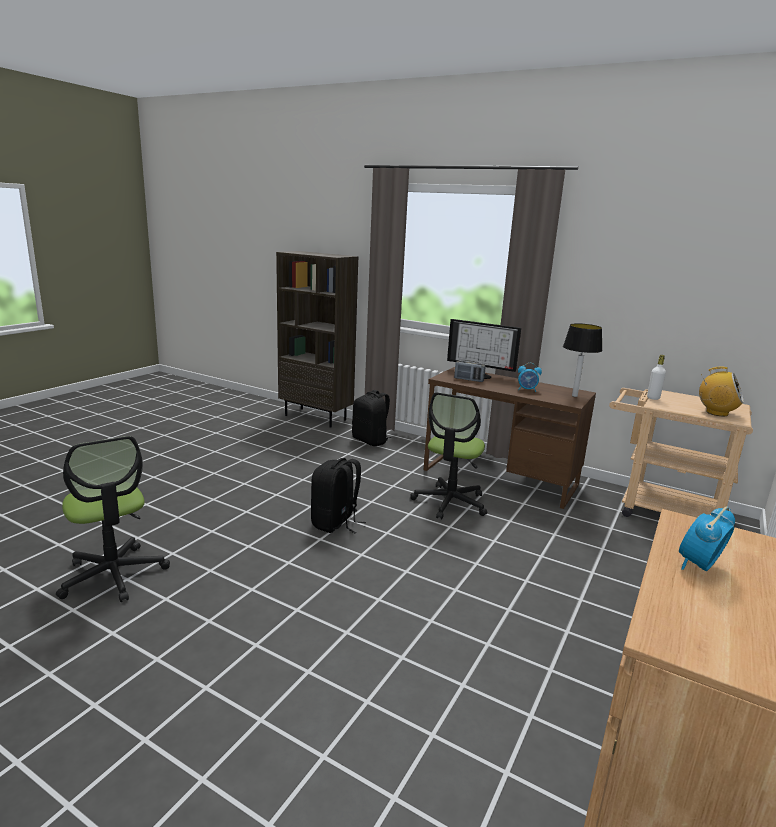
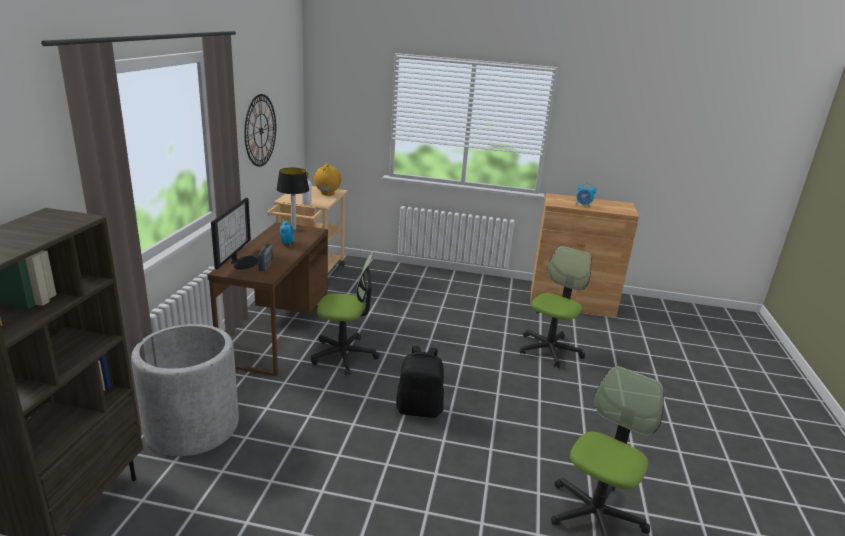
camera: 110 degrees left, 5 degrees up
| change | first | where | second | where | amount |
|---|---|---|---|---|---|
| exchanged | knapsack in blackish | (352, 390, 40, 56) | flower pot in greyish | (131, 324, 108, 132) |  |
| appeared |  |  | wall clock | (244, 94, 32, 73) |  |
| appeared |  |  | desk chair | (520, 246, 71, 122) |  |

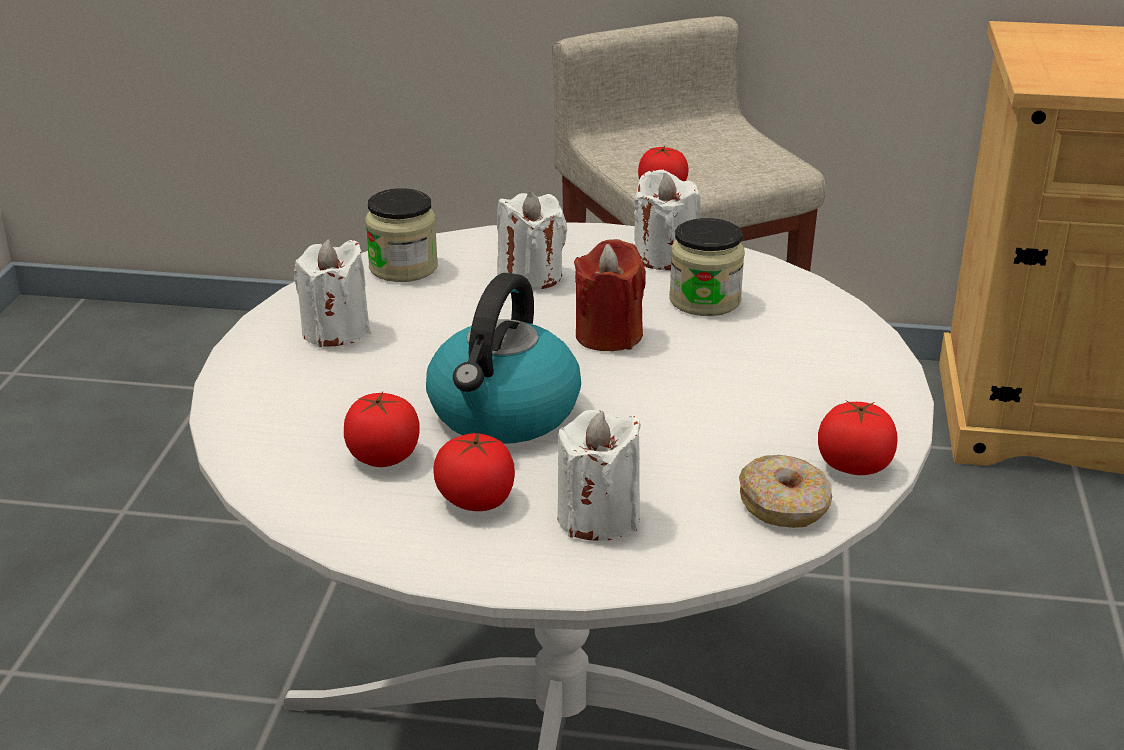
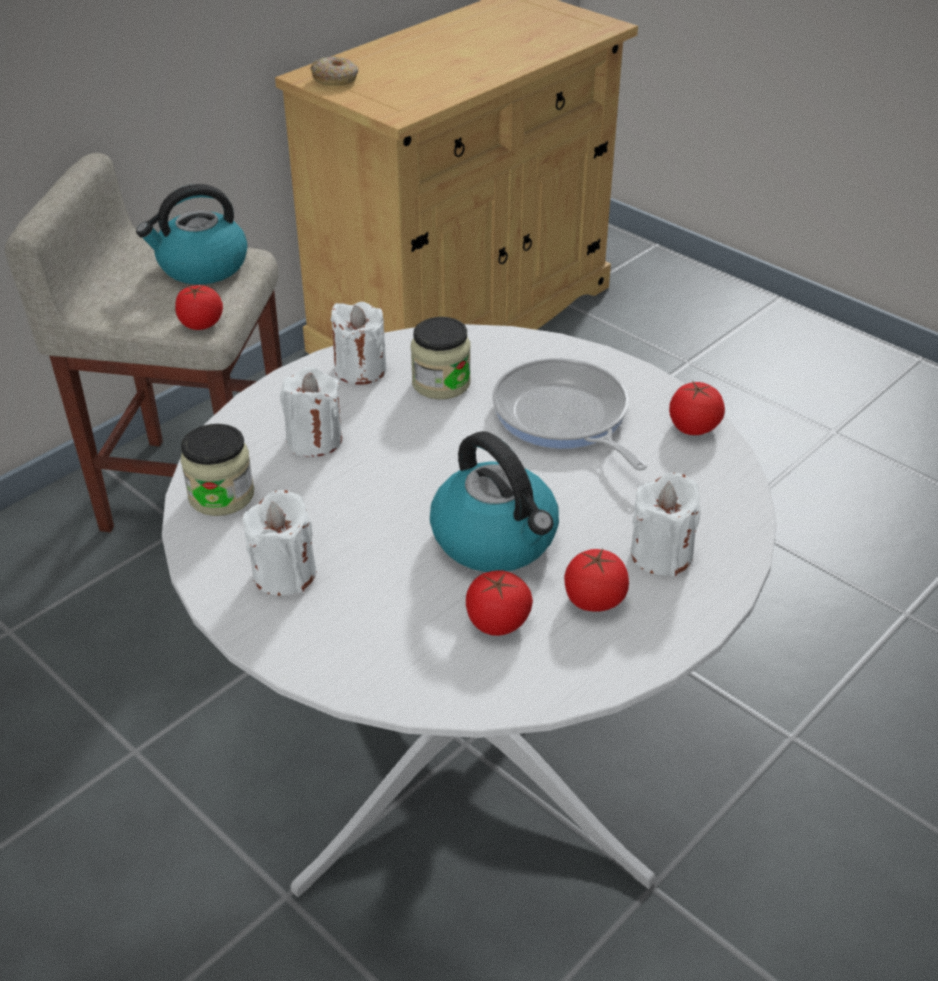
camera: 55 degrees left, 10 degrees up
| change | first | where | second | where | amount |
|---|---|---|---|---|---|
| missing | wax light in red | (574, 239, 72, 112) |  |  |  |
| relocated | ring doughnut | (739, 455, 93, 73) |  | (310, 57, 49, 29) |  |
| appeared |  |  | kettle | (136, 184, 112, 101) |  |
| appeared |  |  | frying pan | (492, 358, 155, 113) |  |

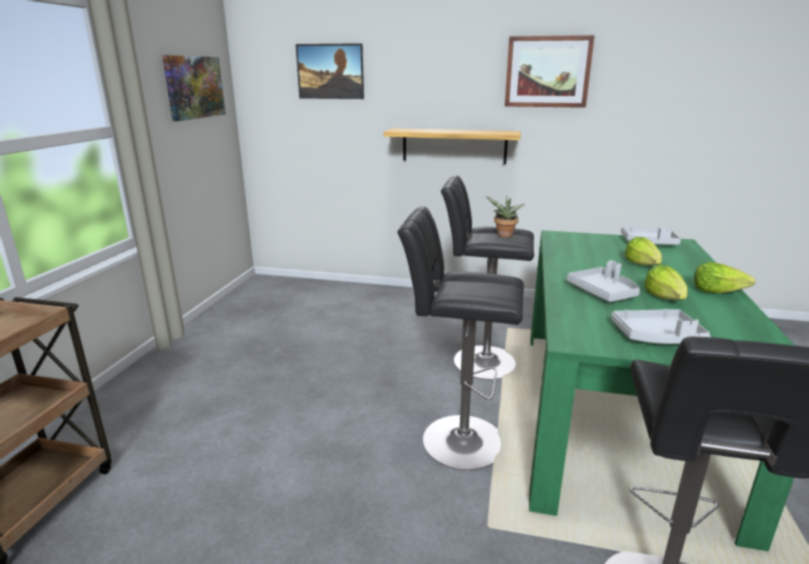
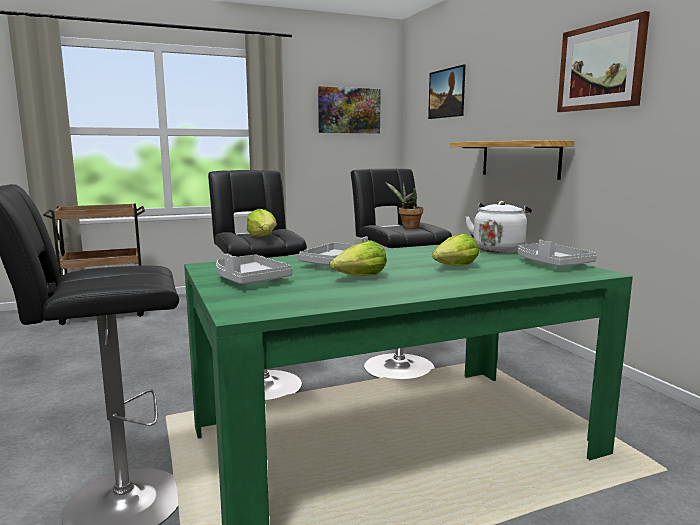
camera: 55 degrees right, 10 degrees down
| change | first | where | second | where | amount |
|---|---|---|---|---|---|
| relocated | lettuce head | (694, 262, 61, 31) |  | (247, 209, 30, 28) |  |
| appeared |  |  | kettle in whitish | (465, 201, 67, 52) |  |

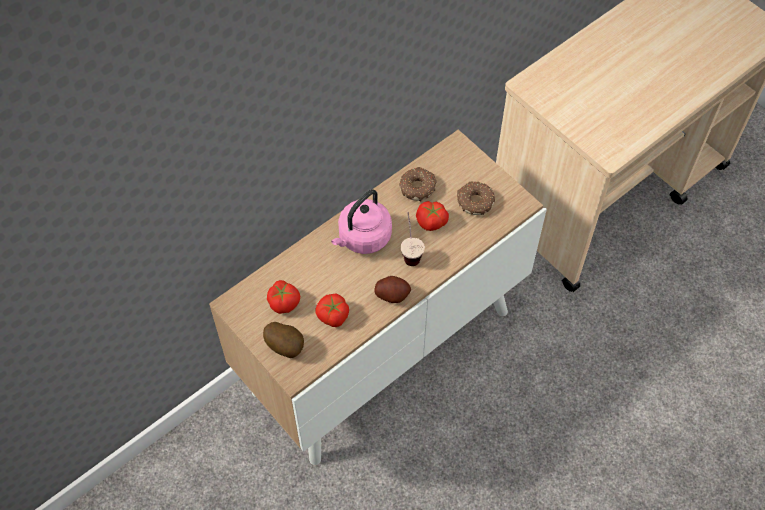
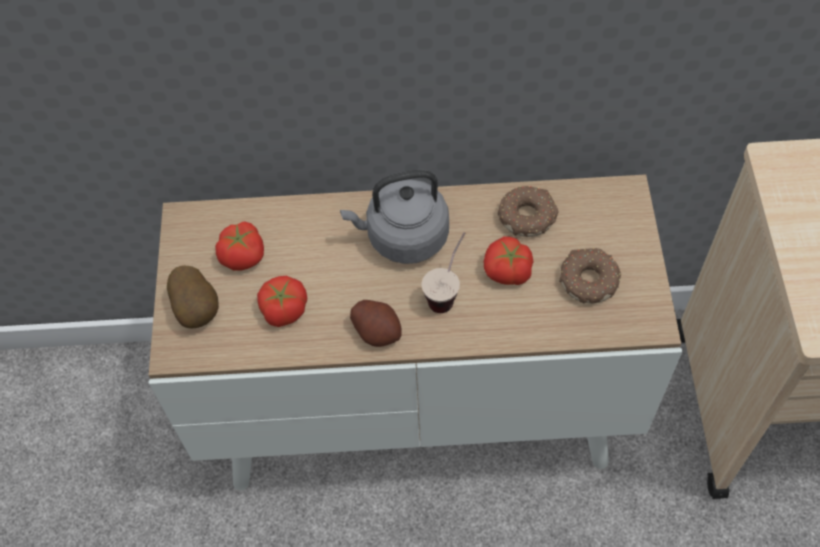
camera: 40 degrees right, 0 degrees up
| change | first | where | second | where | amount |
|---|---|---|---|---|---|
| colour | kettle in pink-coloured | (331, 189, 61, 65) | kettle in greyish | (340, 170, 109, 94) |  |

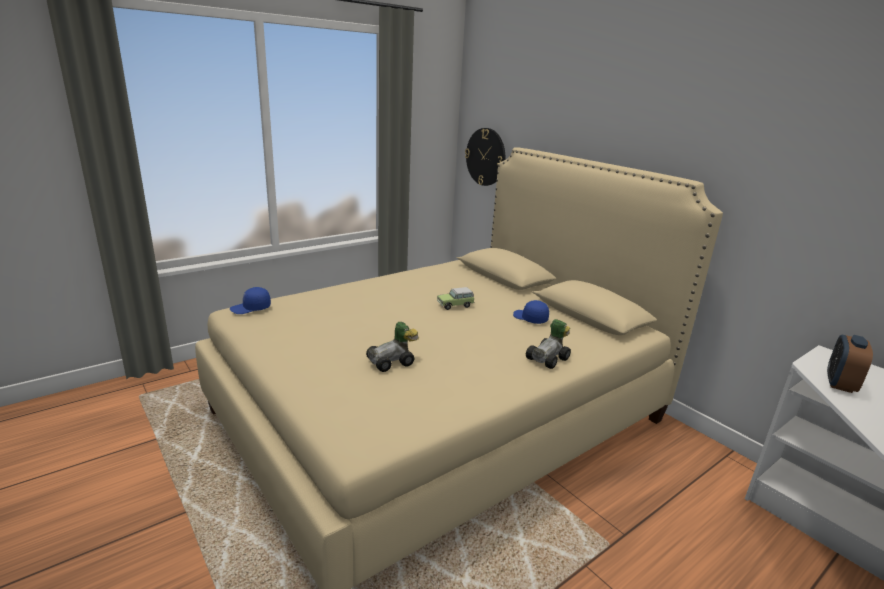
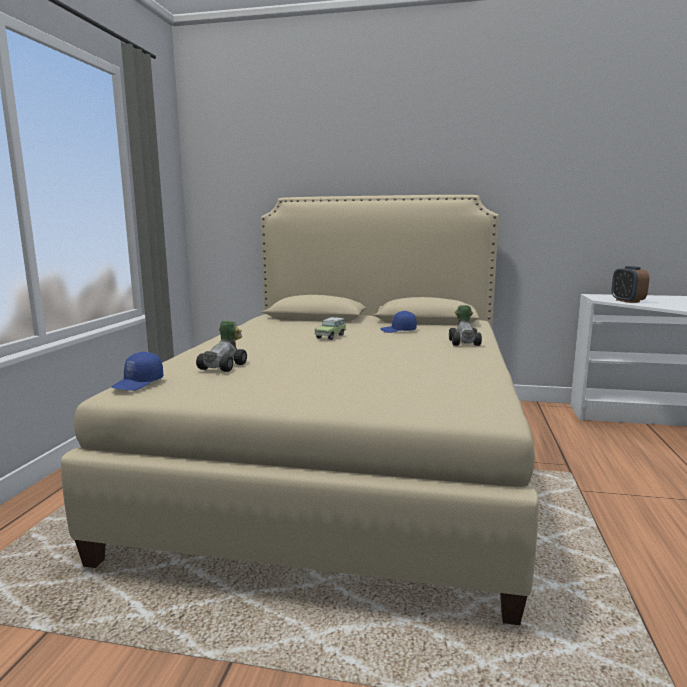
camera: 40 degrees left, 10 degrees down
| change | first | where | second | where | amount |
|---|---|---|---|---|---|
| missing | wall clock | (465, 128, 40, 58) |  |  |  |
| relocated | miniature car | (366, 322, 53, 50) |  | (196, 321, 51, 51) |  |

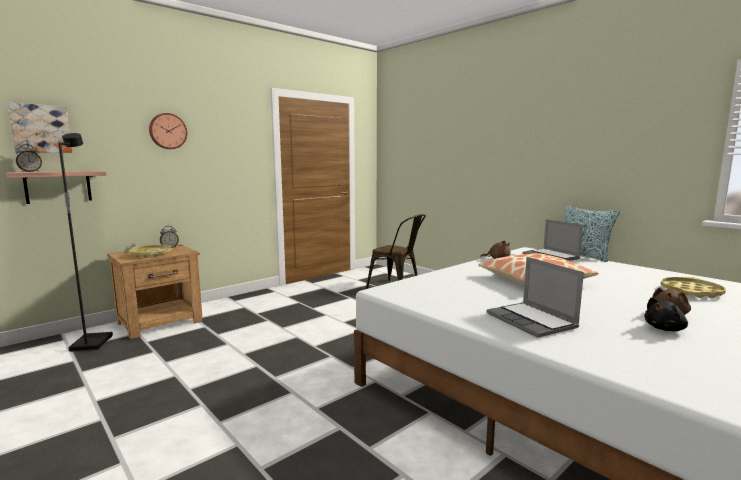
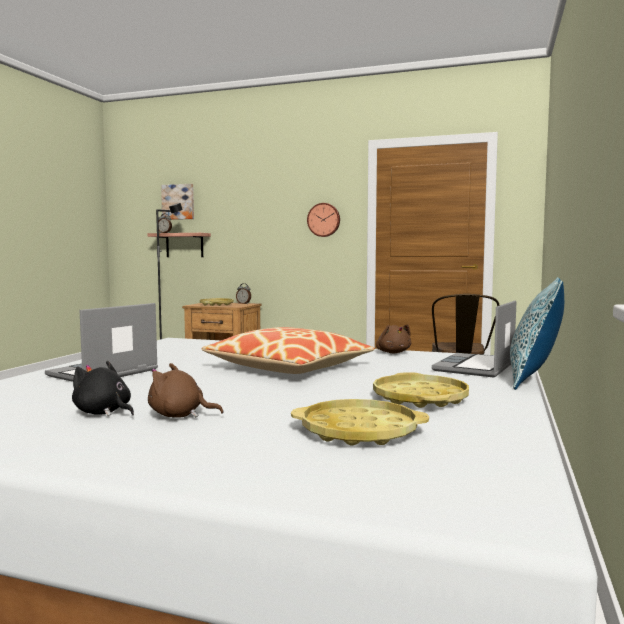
camera: 60 degrees right, 5 degrees down
| change | first | where | second | where | amount |
|---|---|---|---|---|---|
| relocated | wall clock | (149, 113, 38, 36) |  | (307, 203, 33, 34) |  |
| appeared |  |  | serving tray in yellow-coloured | (373, 372, 96, 36) |  |

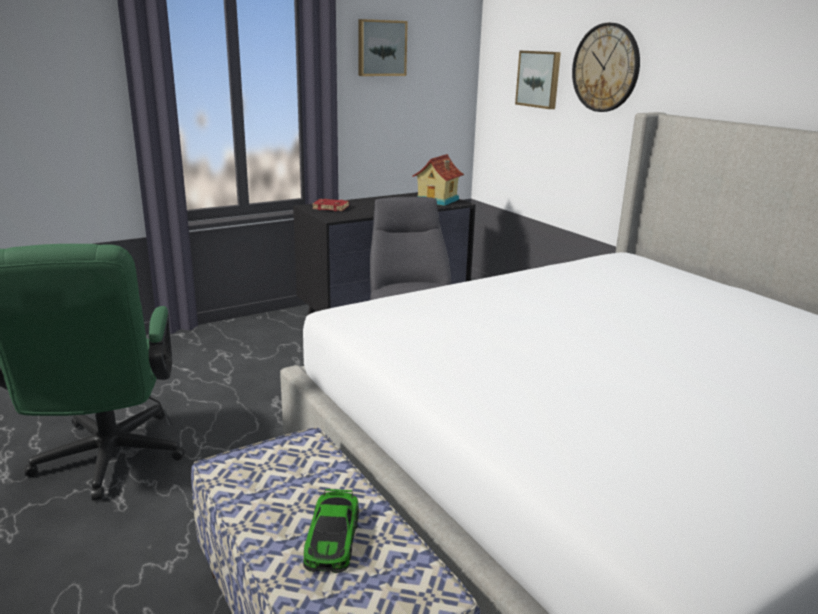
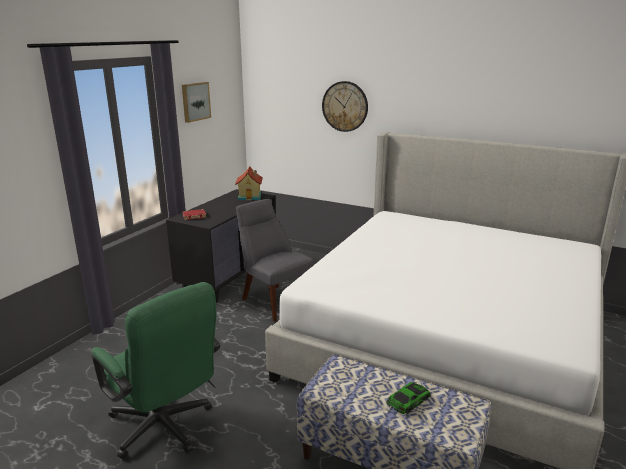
camera: 30 degrees left, 0 degrees up
| change | first | where | second | where | amount |
|---|---|---|---|---|---|
| missing | wall art | (515, 51, 46, 58) |  |  |  |
| spun | miniature car | (303, 489, 56, 84) |  | (386, 382, 45, 32) | 105 degrees counterclockwise |

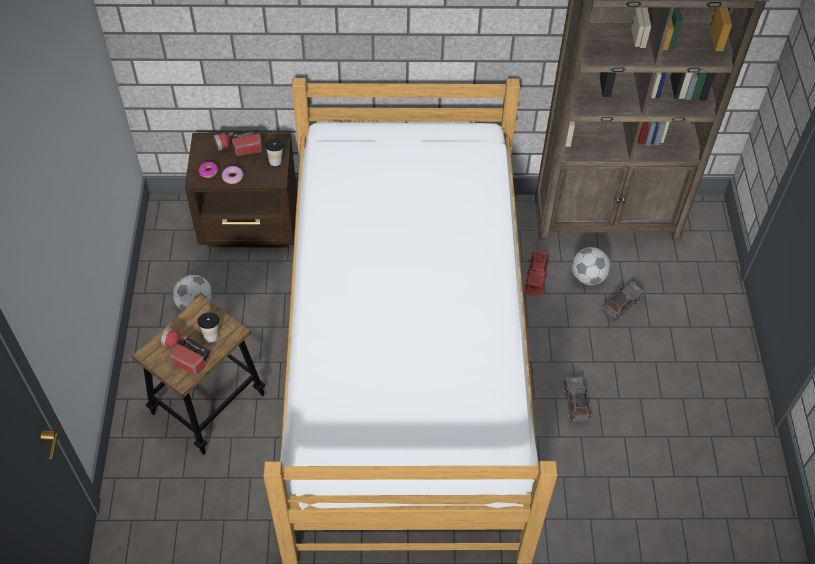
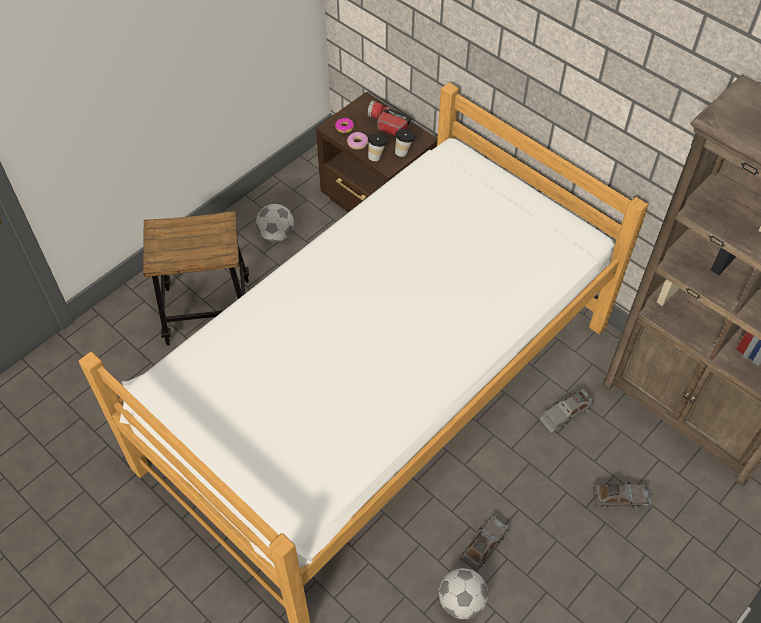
camera: 45 degrees right, 0 degrees up
| change | first | where | second | where | amount |
|---|---|---|---|---|---|
| relocated | football ball | (572, 247, 39, 38) |  | (439, 568, 49, 51) |  |
| colour | miniature car in red | (524, 250, 25, 46) | miniature car in greyish | (539, 389, 55, 44) |  |
| relocated | drinking cup | (197, 313, 23, 30) |  | (368, 133, 20, 28) |  |
| missing | torch | (161, 328, 51, 47) |  |  |  |

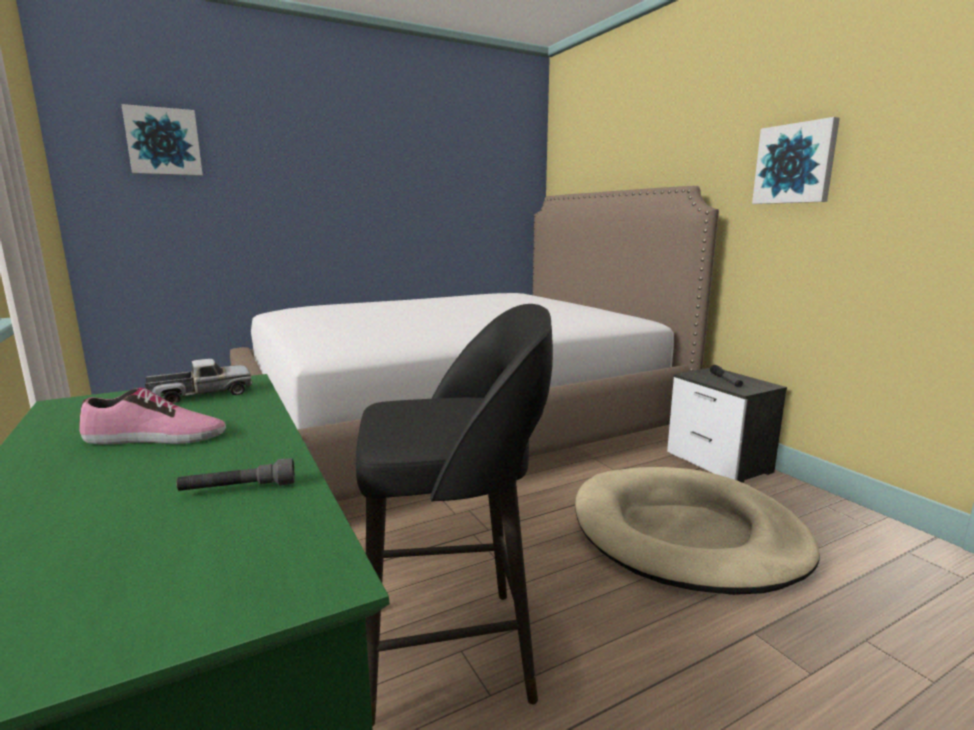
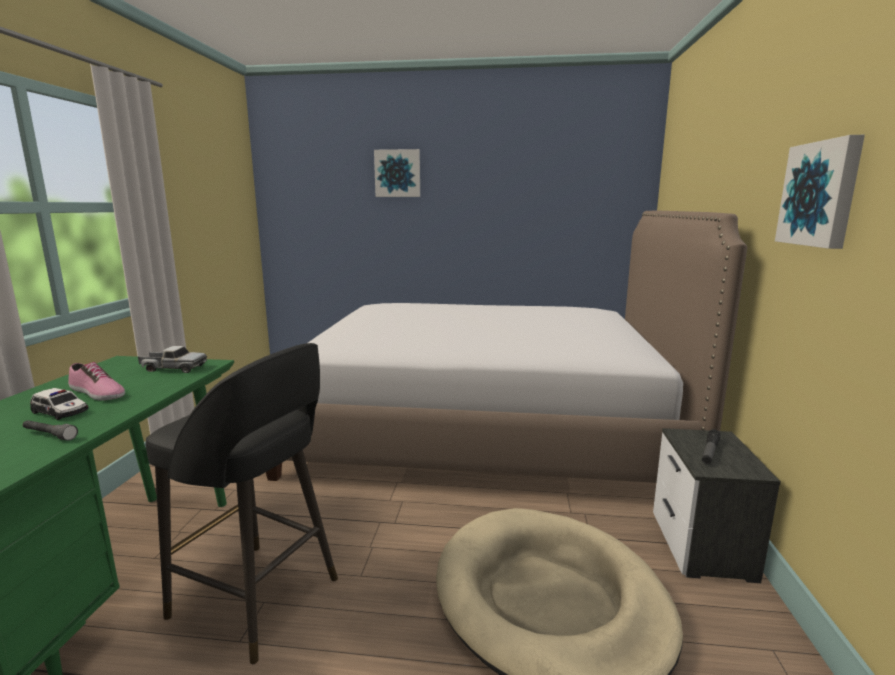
camera: 35 degrees right, 0 degrees up
| change | first | where | second | where | amount |
|---|---|---|---|---|---|
| relocated | wall art | (121, 104, 82, 72) |  | (374, 149, 46, 48) |  |
| appeared |  |  | miniature car | (30, 388, 58, 32) |  |

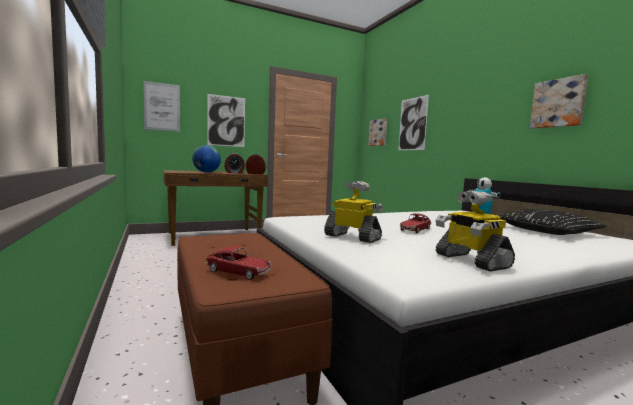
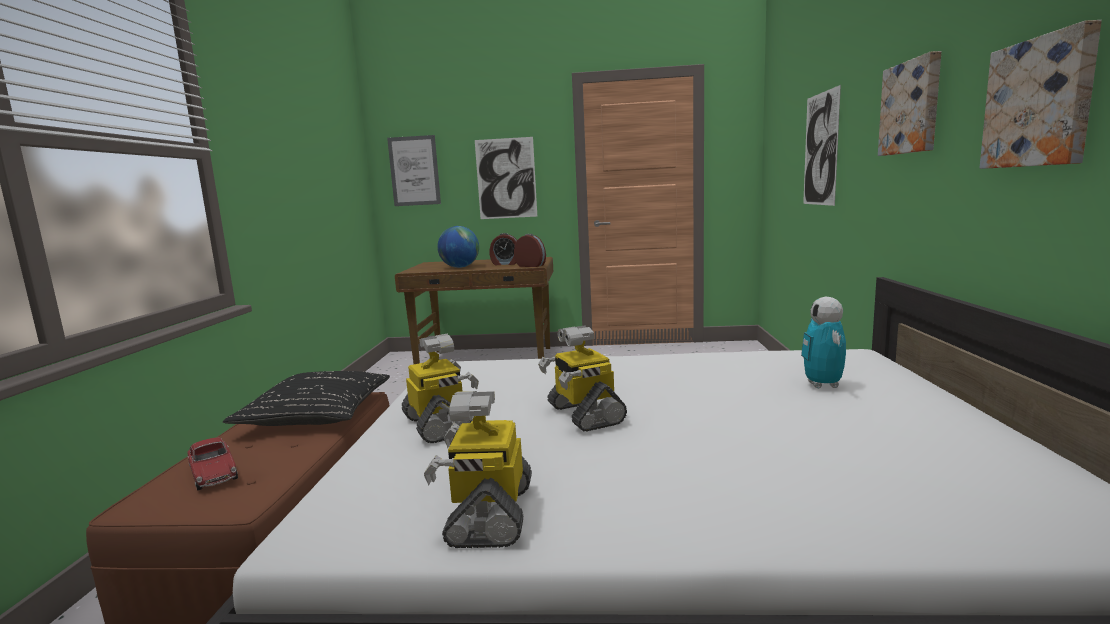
camera: 30 degrees right, 5 degrees up
| change | first | where | second | where | amount |
|---|---|---|---|---|---|
| relocated | wall art | (368, 118, 19, 28) |  | (878, 51, 63, 105) |  |
| relocated | pillow in blackish | (496, 209, 111, 26) |  | (223, 371, 167, 55) |  |
| exchanged | miniature car | (400, 213, 31, 20) | robot figure | (538, 325, 89, 107) |  |

